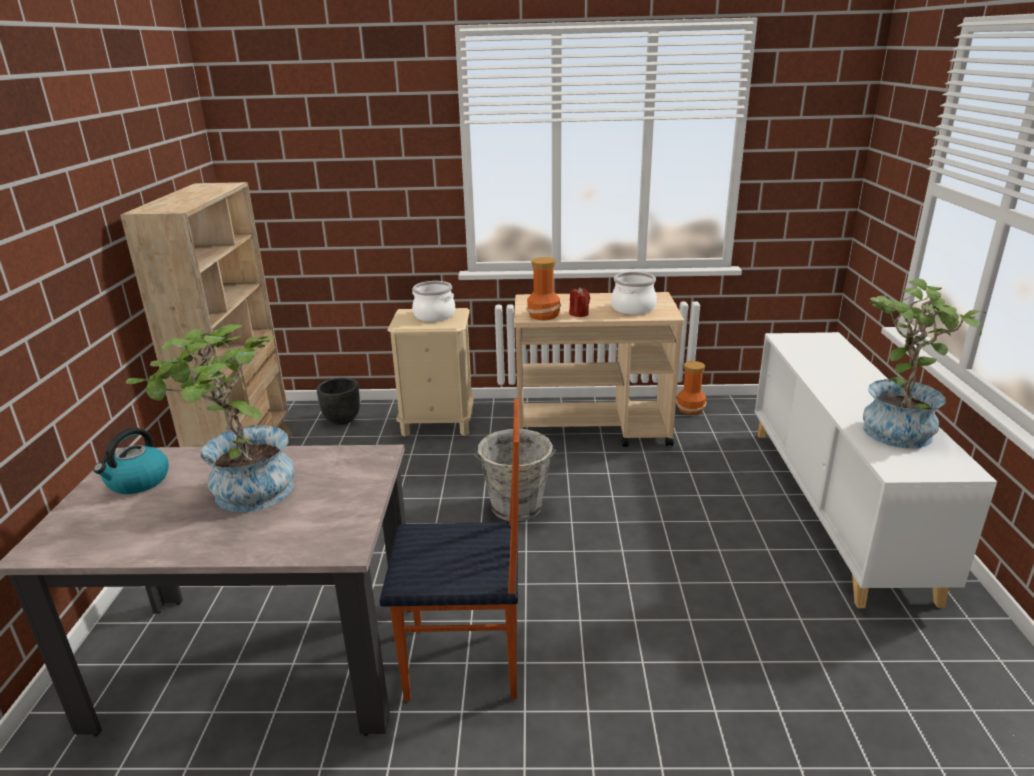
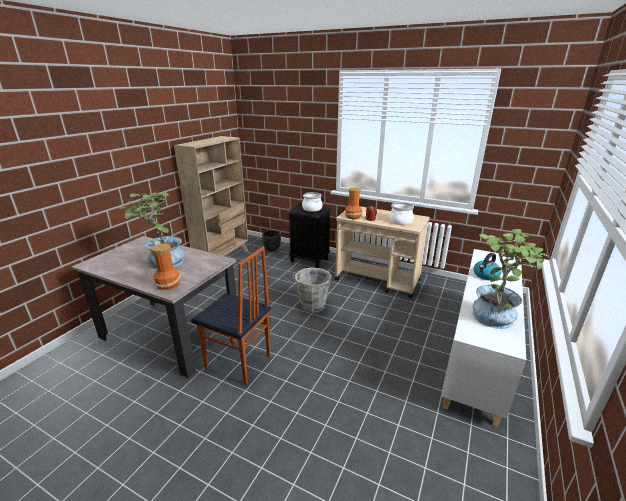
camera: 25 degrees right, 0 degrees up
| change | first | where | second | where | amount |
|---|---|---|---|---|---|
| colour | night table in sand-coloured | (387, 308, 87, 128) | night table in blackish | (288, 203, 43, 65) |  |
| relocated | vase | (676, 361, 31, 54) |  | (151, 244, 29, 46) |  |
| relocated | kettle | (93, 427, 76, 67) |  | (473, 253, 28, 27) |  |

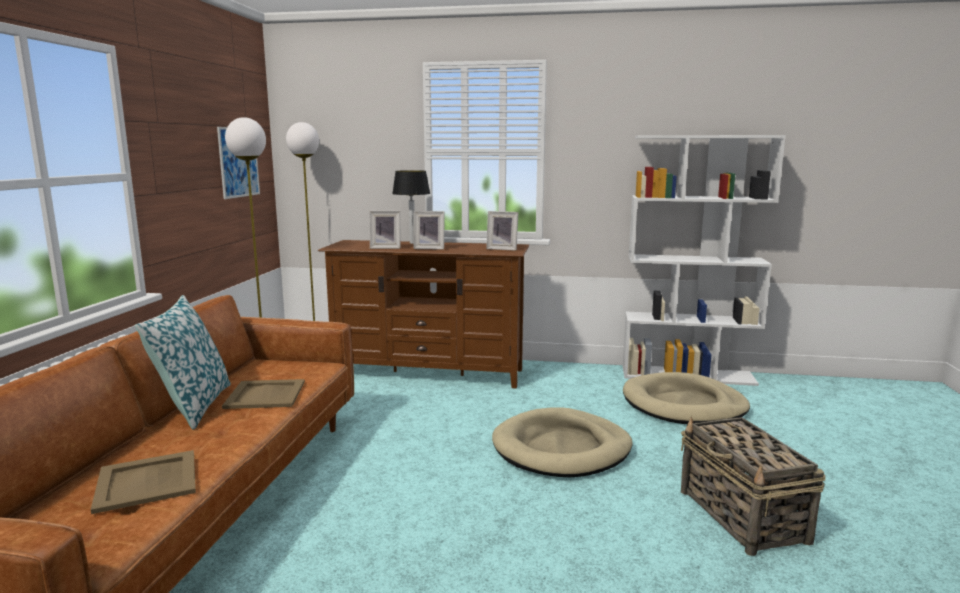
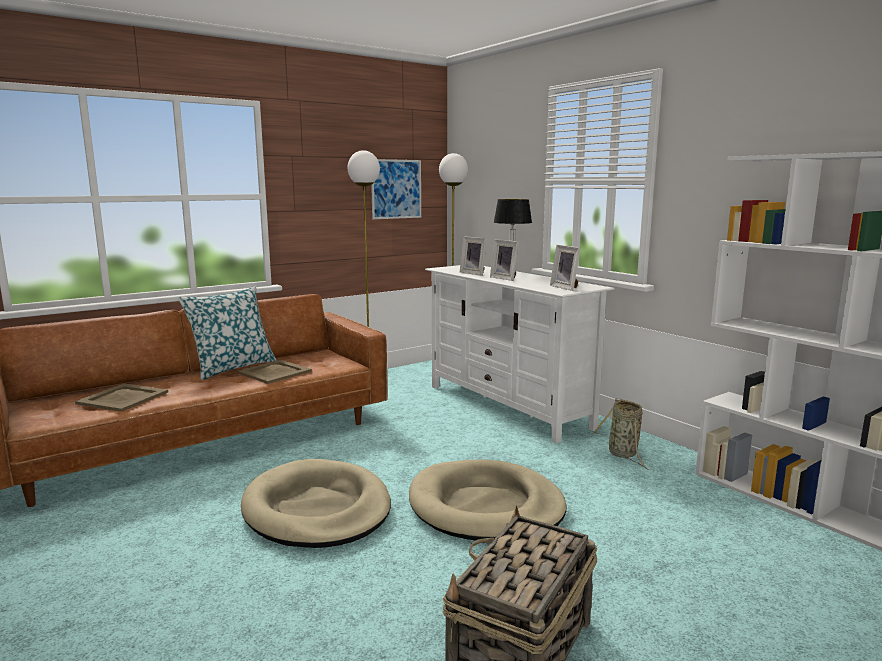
camera: 45 degrees right, 0 degrees up
| change | first | where | second | where | amount |
|---|---|---|---|---|---|
| colour | tv stand in brown-coloured | (318, 240, 211, 149) | tv stand in whitish | (425, 265, 190, 179) |  |
| relocated | dog bed in sand-coloured | (623, 372, 127, 52) |  | (241, 459, 150, 89) |  |
| appeared |  |  | basket | (593, 398, 56, 72) |  |

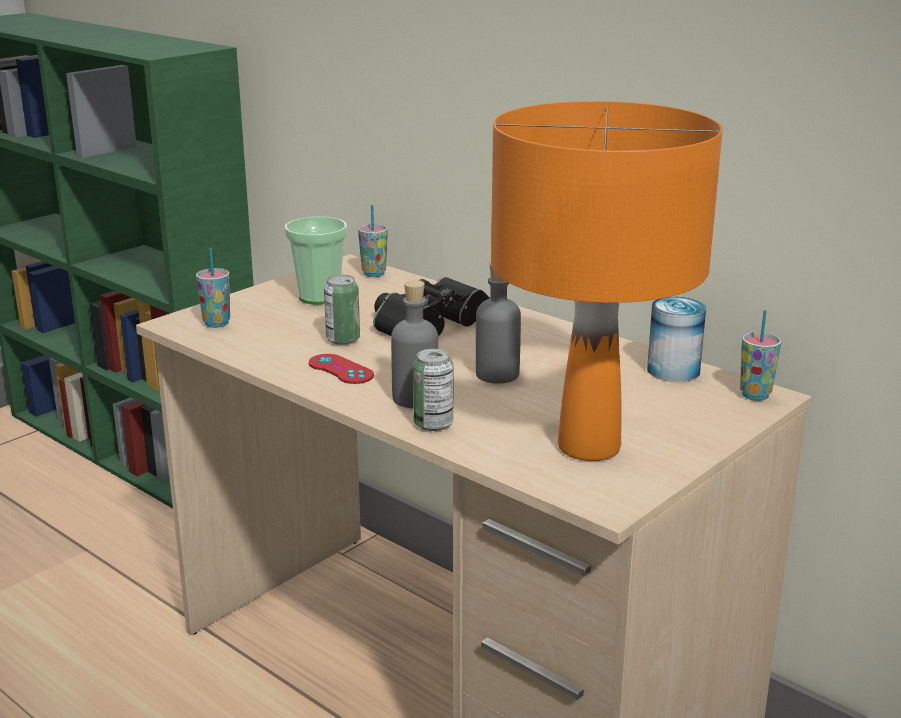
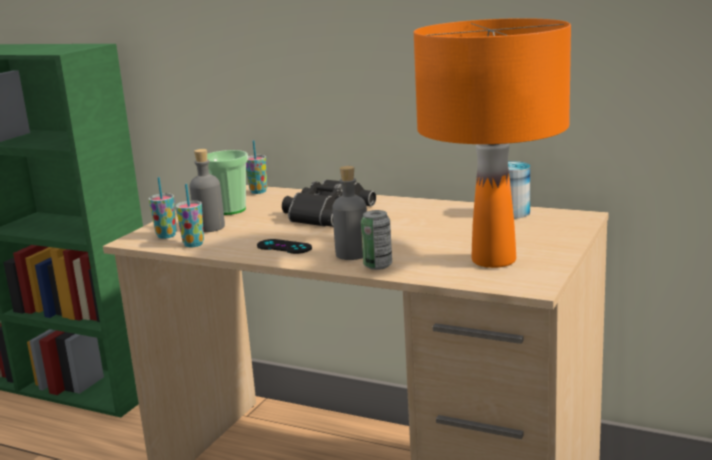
camera: 15 degrees left, 5 degrees down
| change | first | where | second | where | amount |
|---|---|---|---|---|---|
| relocated | beverage bottle in greyish | (476, 263, 45, 121) |  | (190, 149, 35, 83) |  |
| missing | metal can | (324, 275, 36, 70) |  |  |  |
| relocated | drinking cup | (740, 310, 41, 91) |  | (175, 184, 29, 63) |  |
| colour | joypad in red | (309, 354, 65, 30) | joypad in blackish | (257, 239, 55, 15) |  |

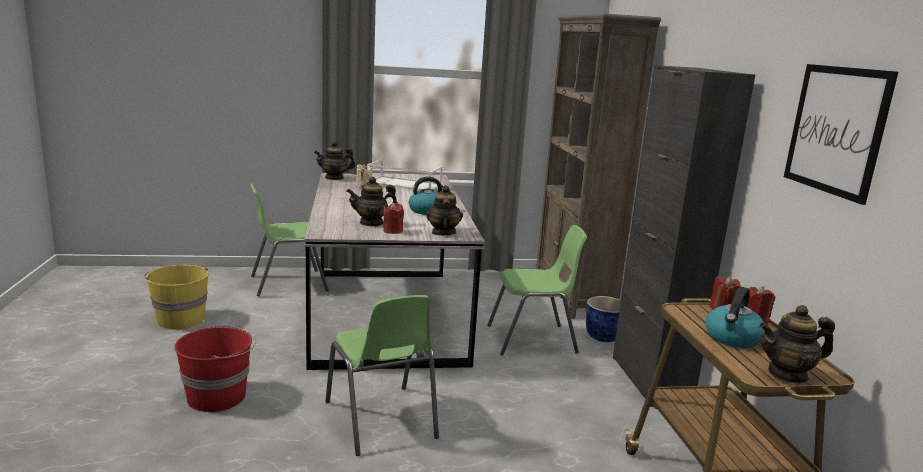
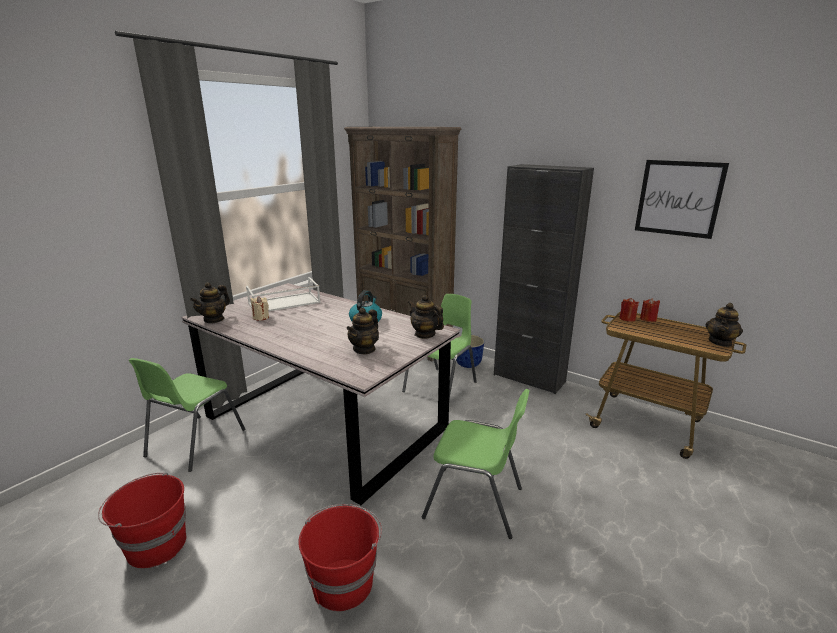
camera: 45 degrees left, 5 degrees up
| change | first | where | second | where | amount |
|---|---|---|---|---|---|
| missing | wax light in red | (383, 203, 21, 31) |  |  |  |
| colour | bucket in yellow-coloured | (144, 265, 65, 65) | bucket in red | (98, 473, 88, 95) |  |
| missing | kettle | (706, 287, 59, 61) |  |  |  |

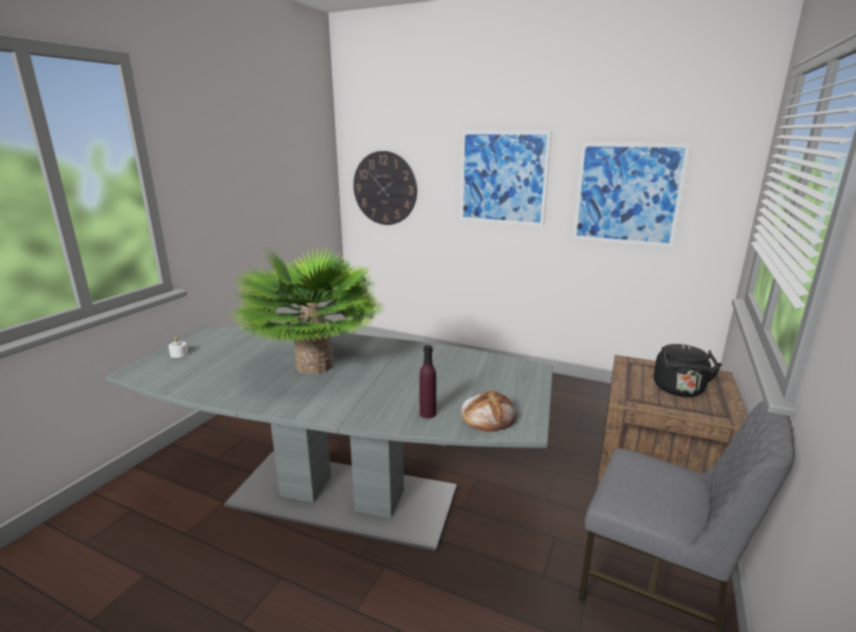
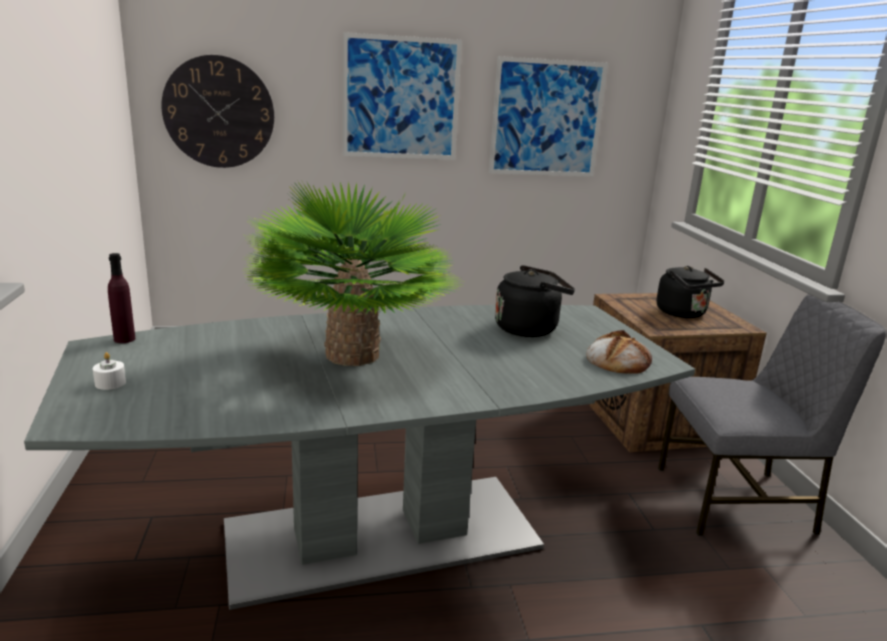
camera: 35 degrees left, 0 degrees up
| change | first | where | second | where | amount |
|---|---|---|---|---|---|
| relocated | beverage bottle in purplish | (419, 345, 17, 73) |  | (108, 253, 28, 90) |  |
| appeared |  |  | kettle in blackish | (495, 265, 80, 72) |  |

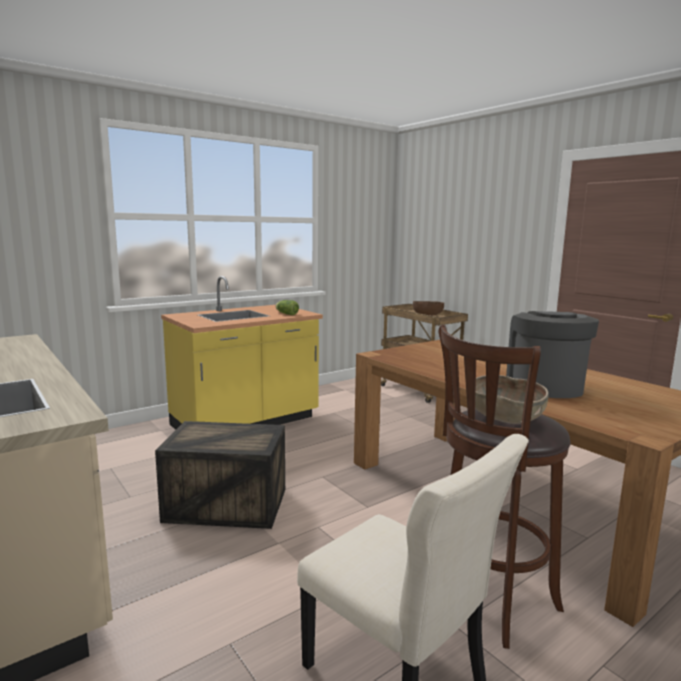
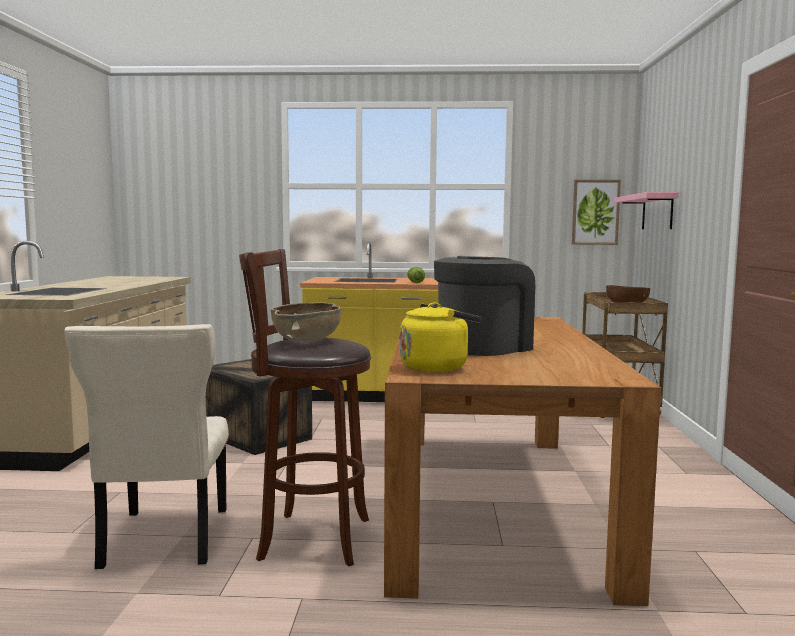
camera: 40 degrees right, 5 degrees down
| change | first | where | second | where | amount |
|---|---|---|---|---|---|
| appeared |  |  | wall art | (572, 180, 49, 65) |  |
| appeared |  |  | wall shelf in pink-coloured | (614, 192, 65, 37) |  |
| appeared |  |  | kettle in yellow-coloured | (400, 302, 82, 70) |  |

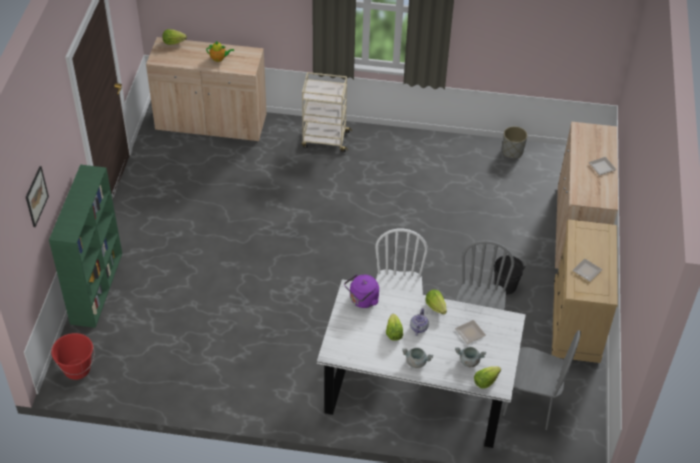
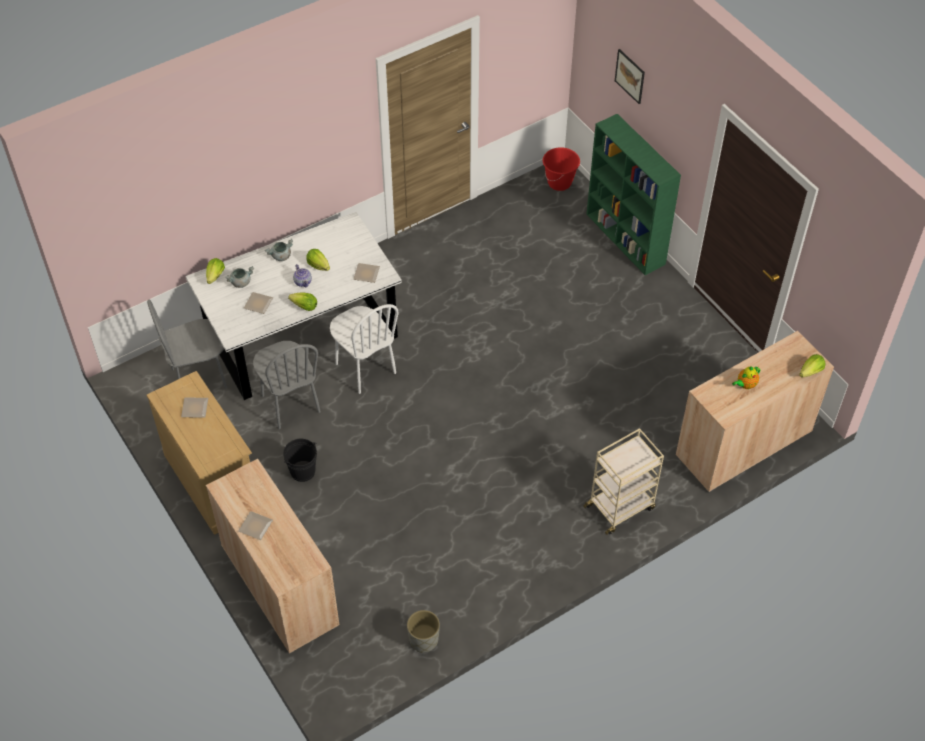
camera: 140 degrees right, 5 degrees up
| change | first | where | second | where | amount |
|---|---|---|---|---|---|
| exchanged | kettle in purplish | (344, 274, 35, 34) | dinner plate | (353, 263, 27, 20) |  |

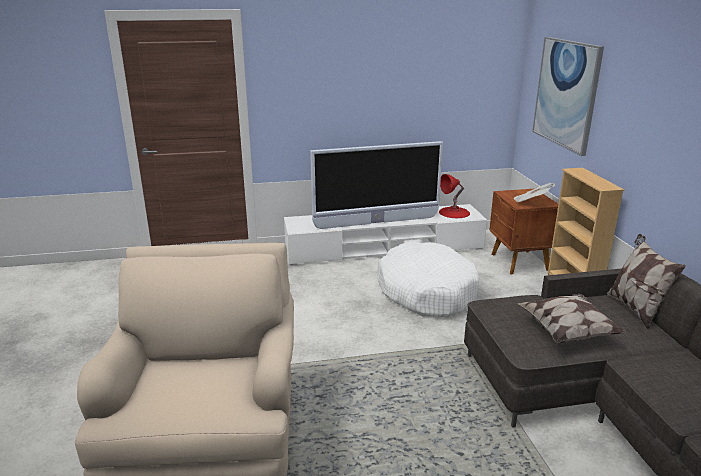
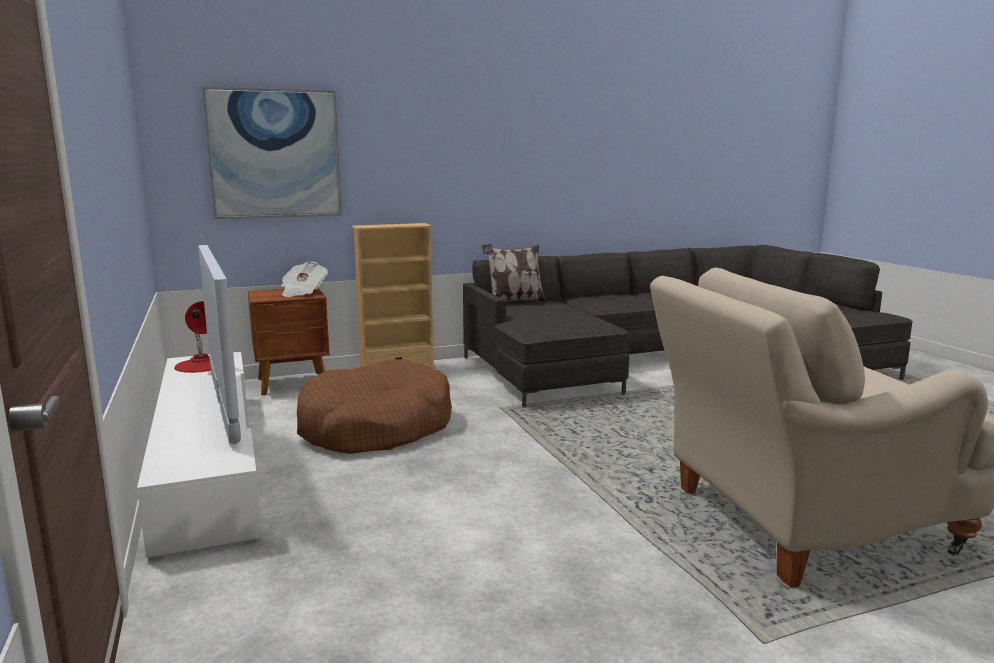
camera: 100 degrees left, 10 degrees down
| change | first | where | second | where | amount |
|---|---|---|---|---|---|
| colour | dog bed in whitish | (378, 241, 101, 76) | dog bed in brown-coloured | (297, 359, 155, 95) |  |
| missing | pillow | (517, 294, 109, 49) |  |  |  |

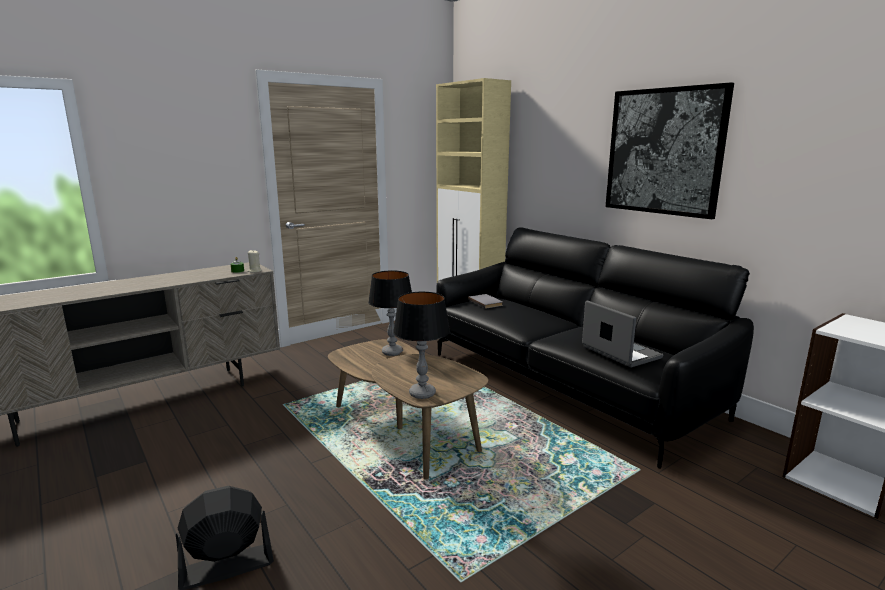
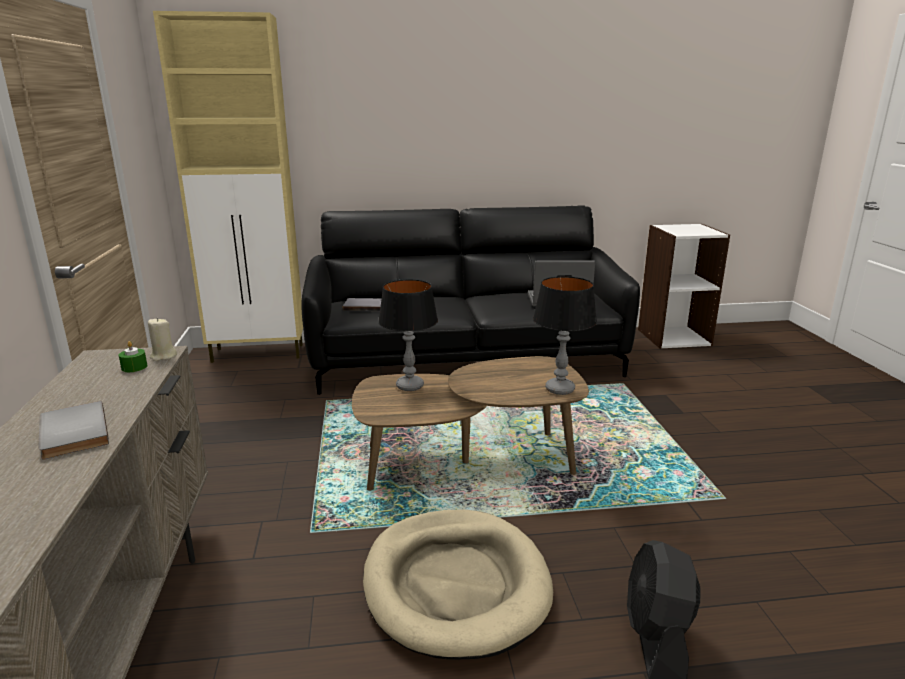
camera: 60 degrees left, 5 degrees up
| change | first | where | second | where | amount |
|---|---|---|---|---|---|
| missing | wall art | (605, 82, 129, 137) |  |  |  |
| appeared |  |  | bound book in greyish | (38, 401, 71, 58) |  |
| appeared |  |  | dog bed in sand-coloured | (363, 510, 190, 150) |  |

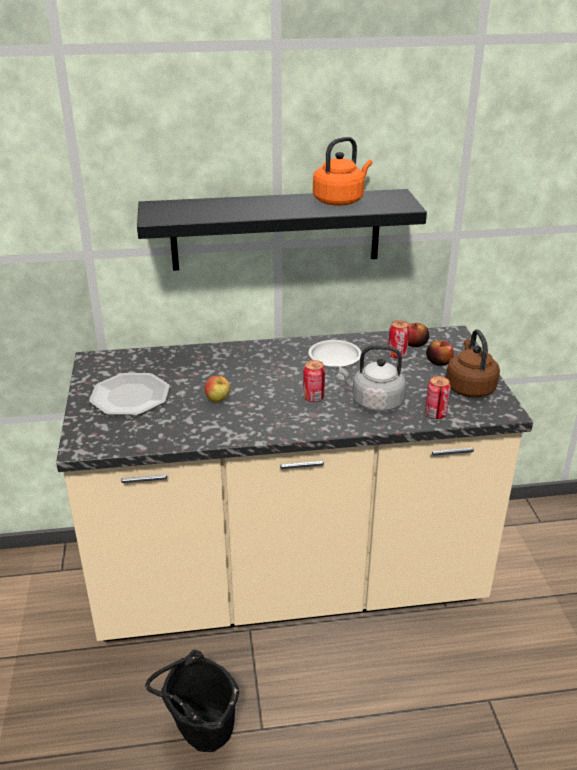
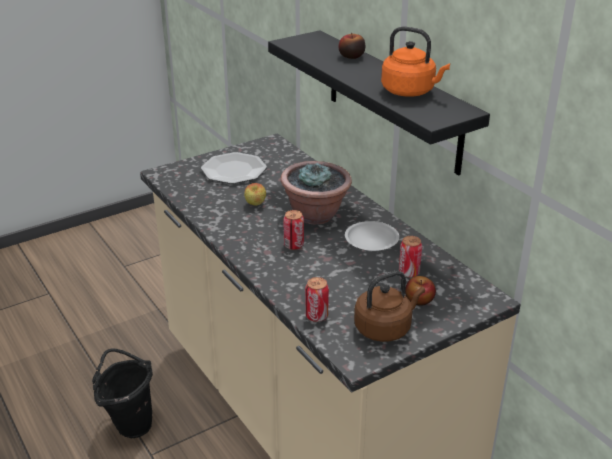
camera: 65 degrees right, 0 degrees up
| change | first | where | second | where | amount |
|---|---|---|---|---|---|
| relocated | whole apple | (408, 323, 21, 24) |  | (339, 33, 27, 26) |  |
| missing | kettle in greyish | (339, 345, 67, 67) |  |  |  |
| appeared |  |  | houseplant | (281, 161, 71, 63) |  |

